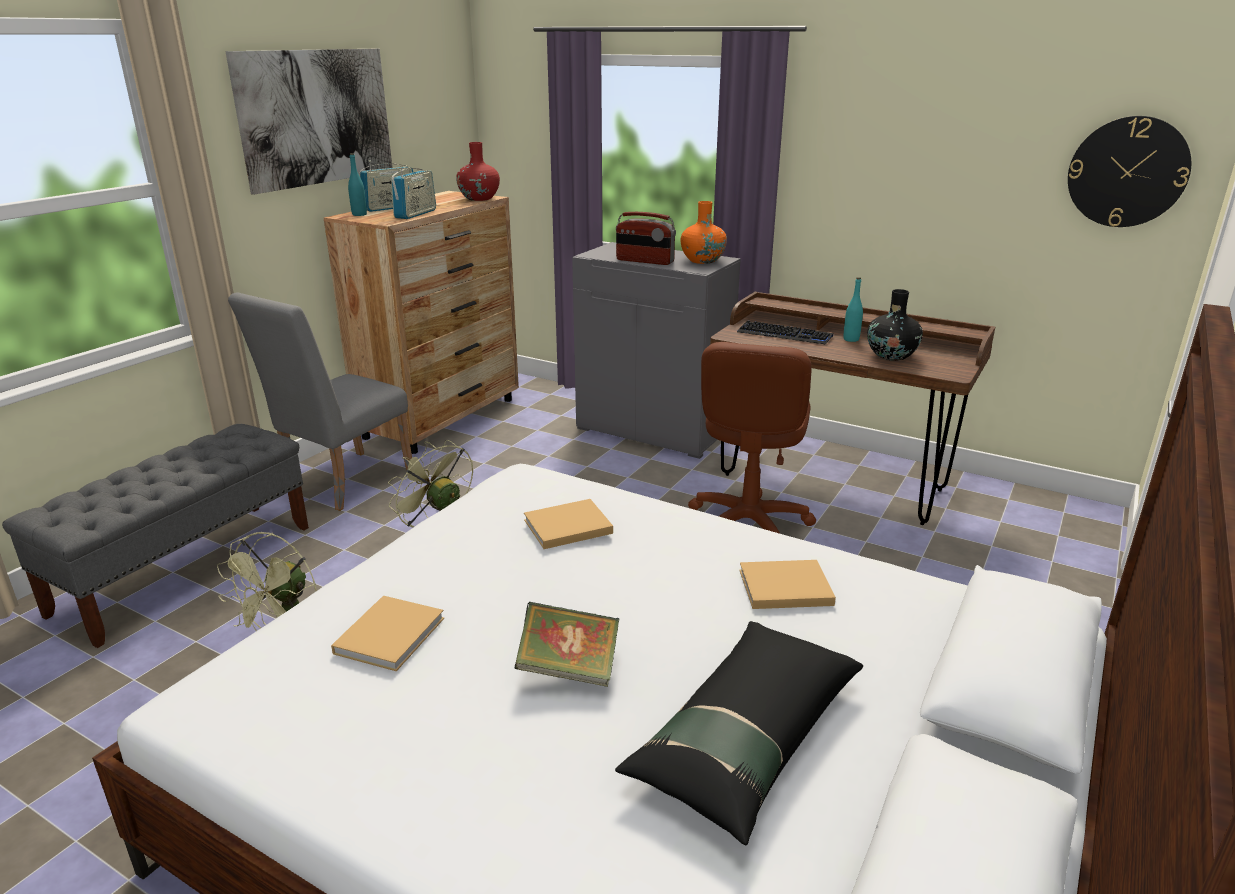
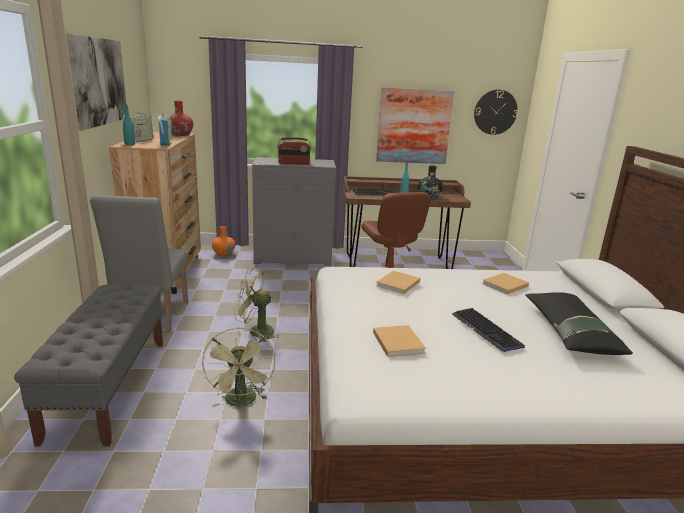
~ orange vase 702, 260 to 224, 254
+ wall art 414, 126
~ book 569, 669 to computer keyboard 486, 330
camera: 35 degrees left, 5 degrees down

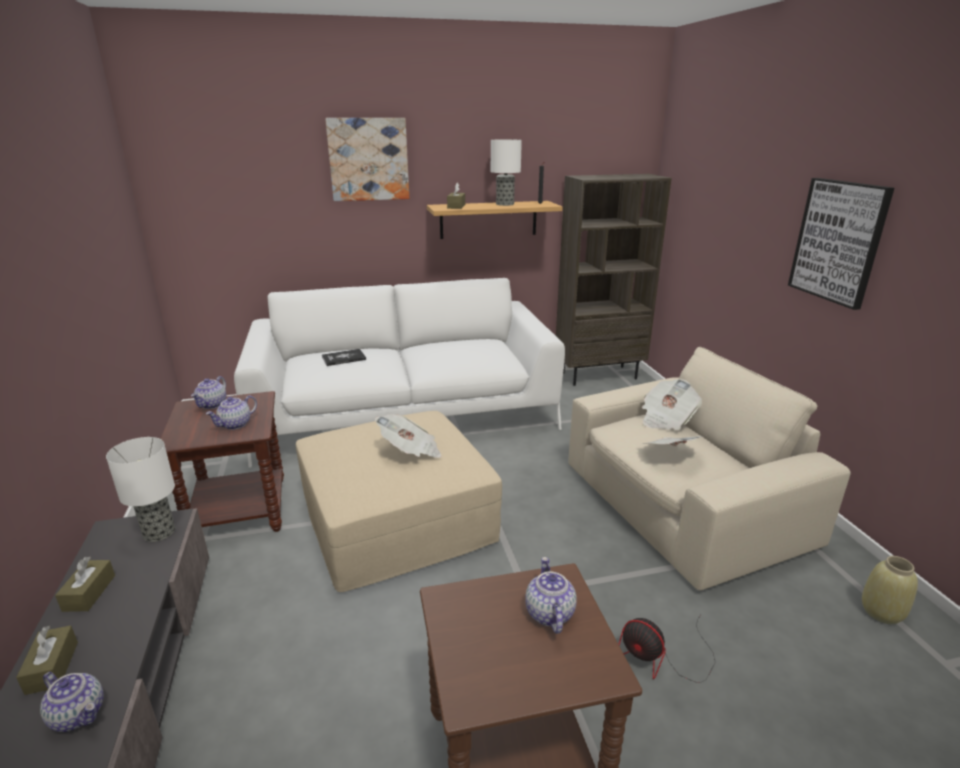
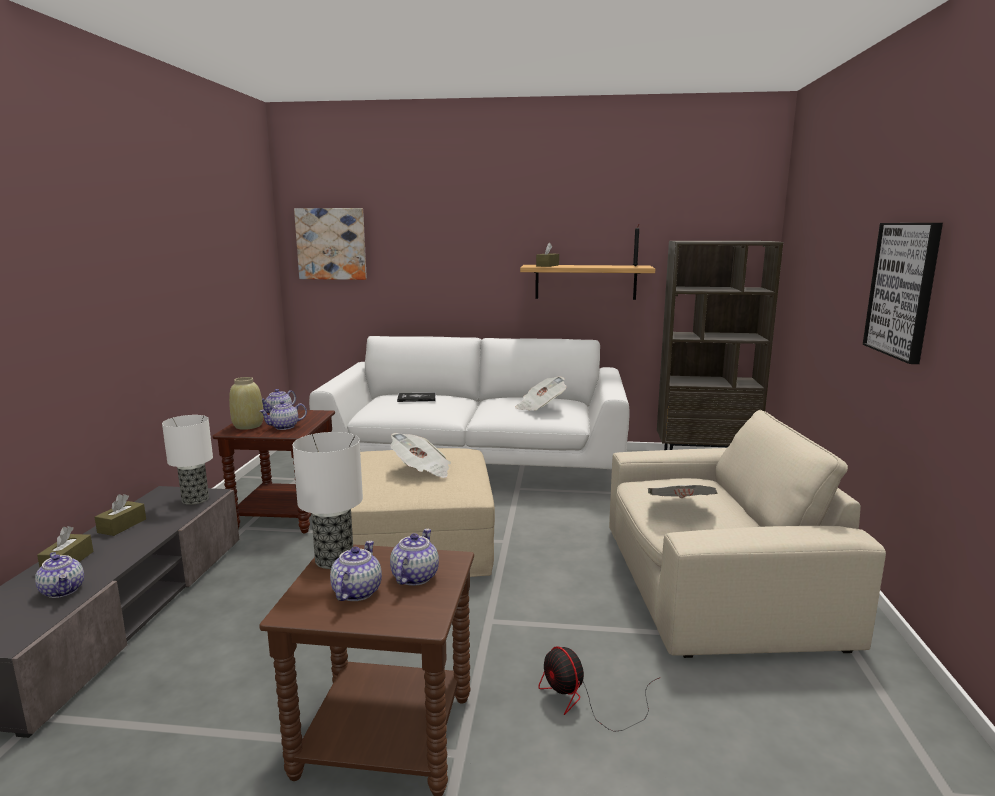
~ beige vase 882, 612 to 248, 426
~ lamp for a table 504, 204 to 335, 559
~ wall art 368, 159 to 331, 244
+ pot for tea 356, 592
~ newspaper 666, 419 to 540, 407
camera: 20 degrees right, 10 degrees down

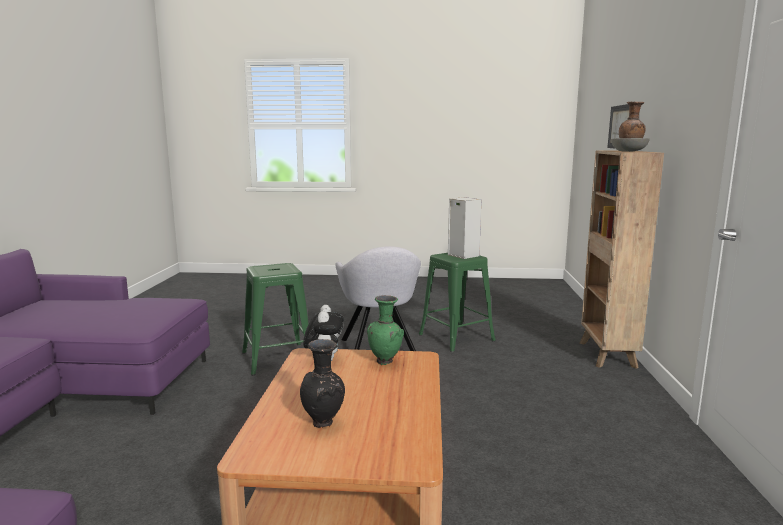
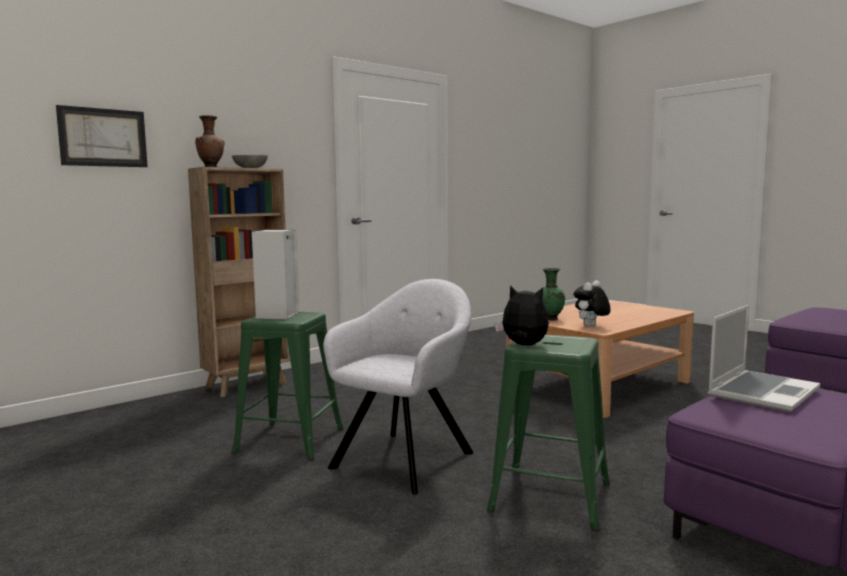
+ plush toy 523, 345
+ notebook computer 762, 392
- blackish vase 324, 423
camera: 135 degrees left, 5 degrees down

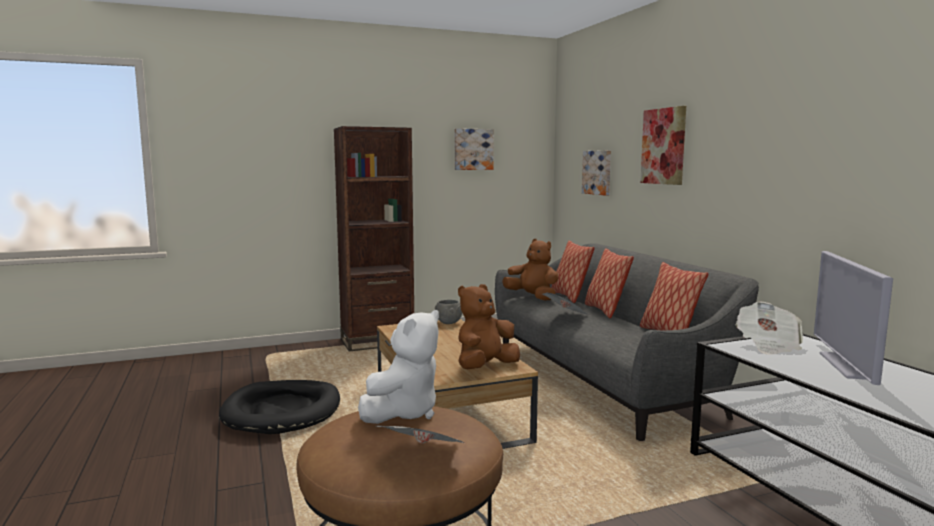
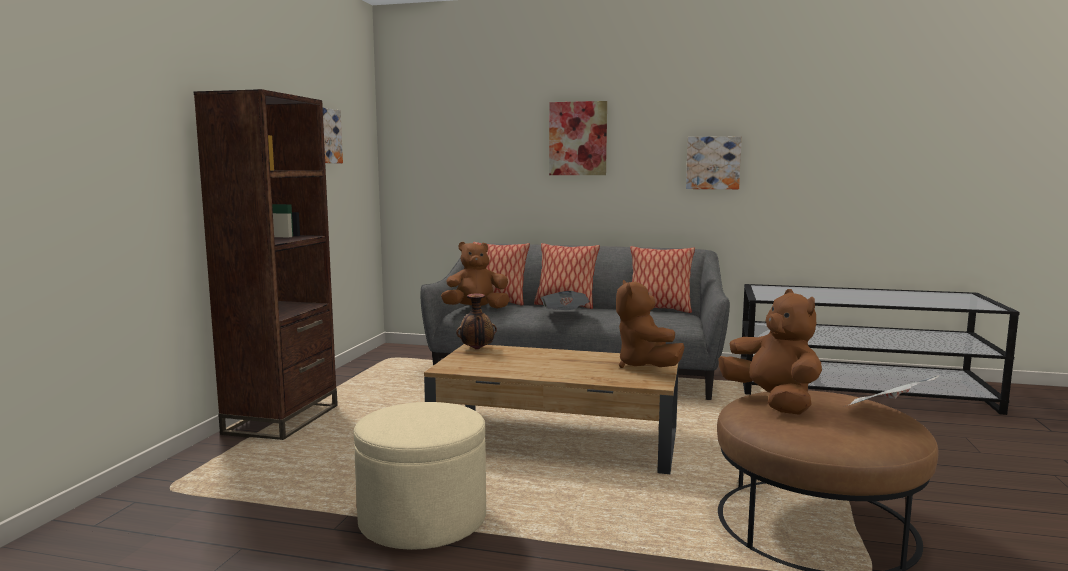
~ blackish pet bed 282, 411 to beige footrest 422, 519
~ grey deep dish 448, 323 to vase 477, 349
~ wall art 598, 172 to 713, 163
~ white-coloured plush toy 404, 412 to brown-coloured plush toy 772, 402
- newspaper 768, 345
- television 847, 366
camera: 55 degrees left, 0 degrees up

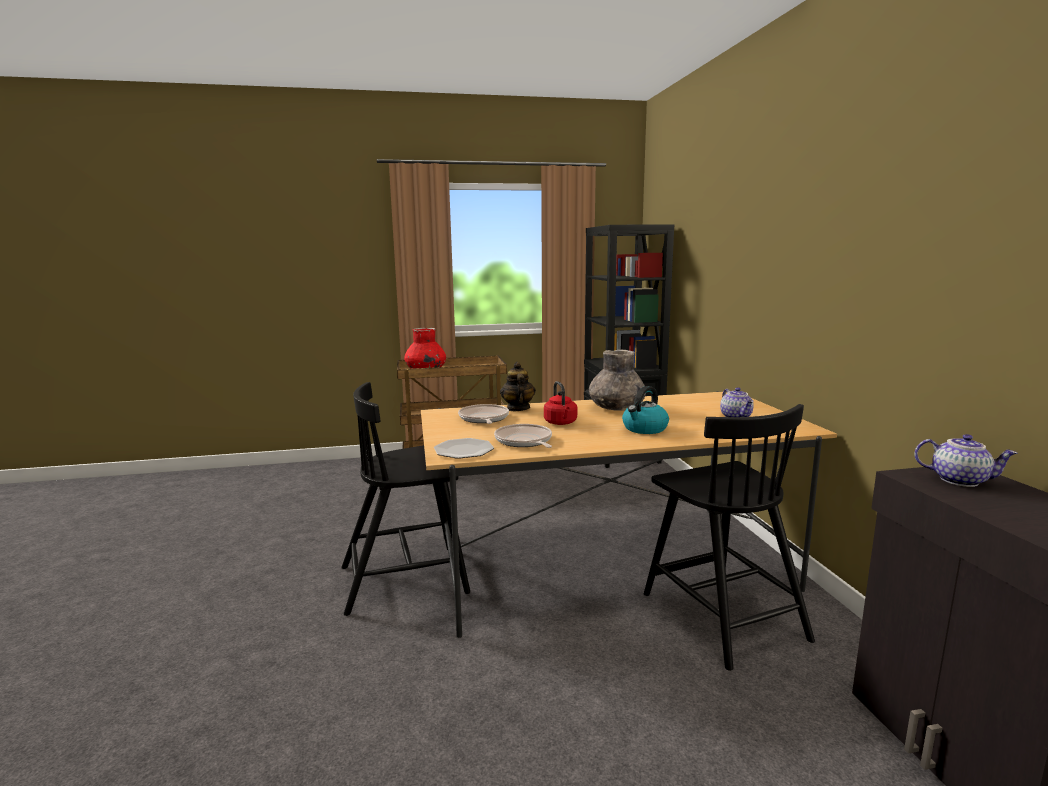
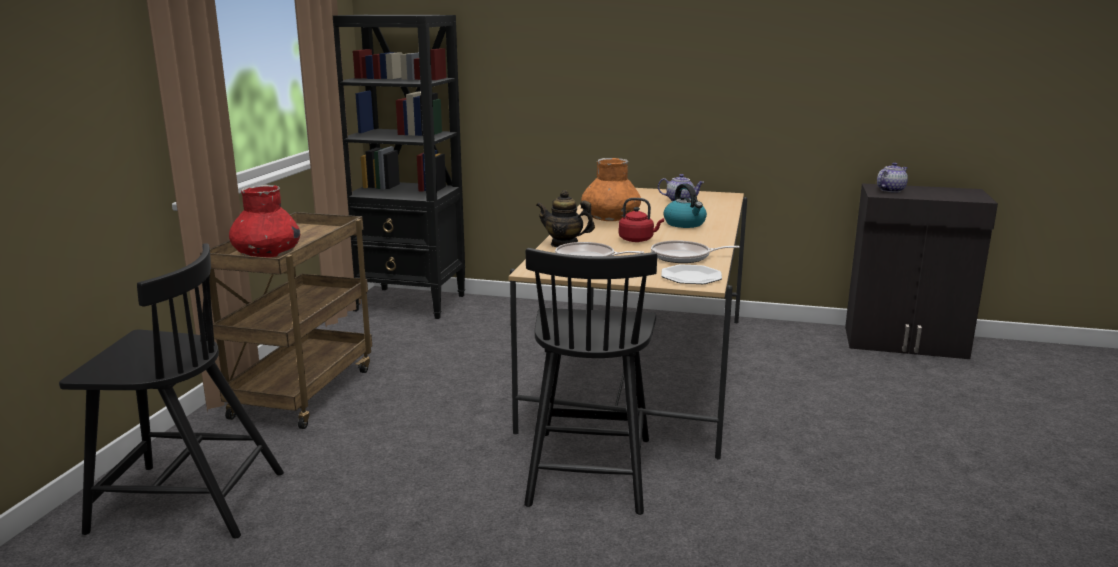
~ blackish upright chair 721, 614 to 185, 501
~ grey vase 616, 408 to orange vase 610, 219
camera: 65 degrees left, 5 degrees up

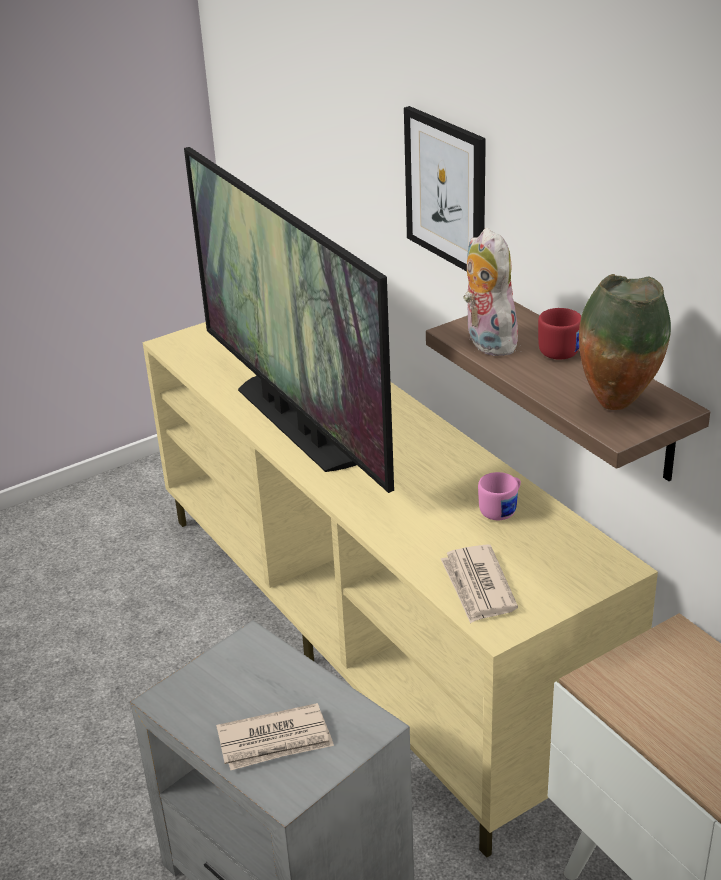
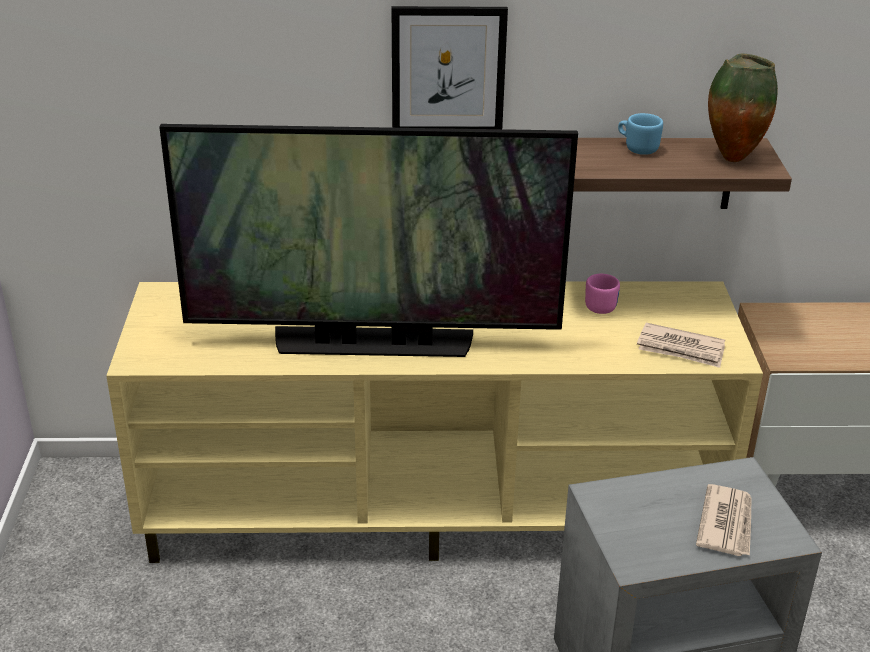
~ red-coloured mug 559, 349 to bluish mug 637, 148
- plush toy 486, 342
camera: 60 degrees left, 0 degrees up

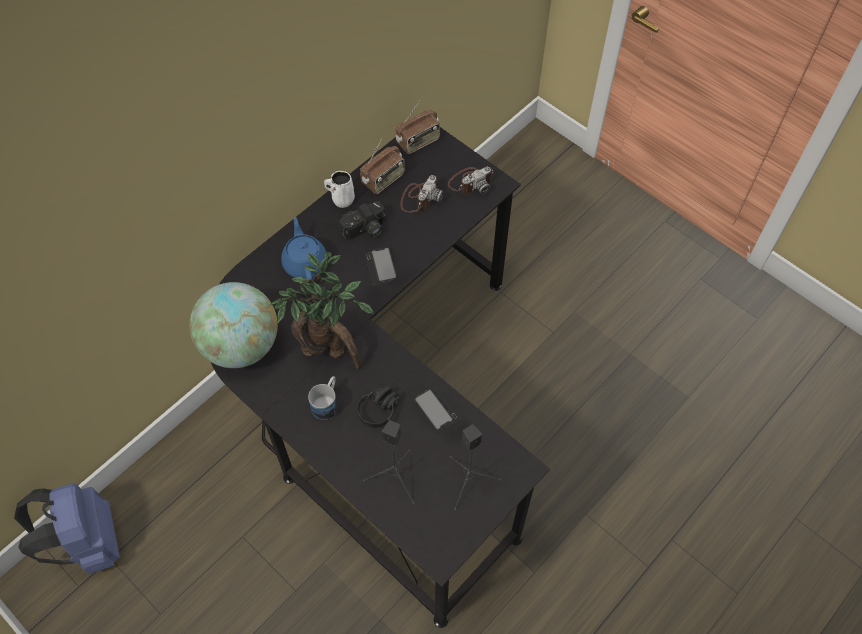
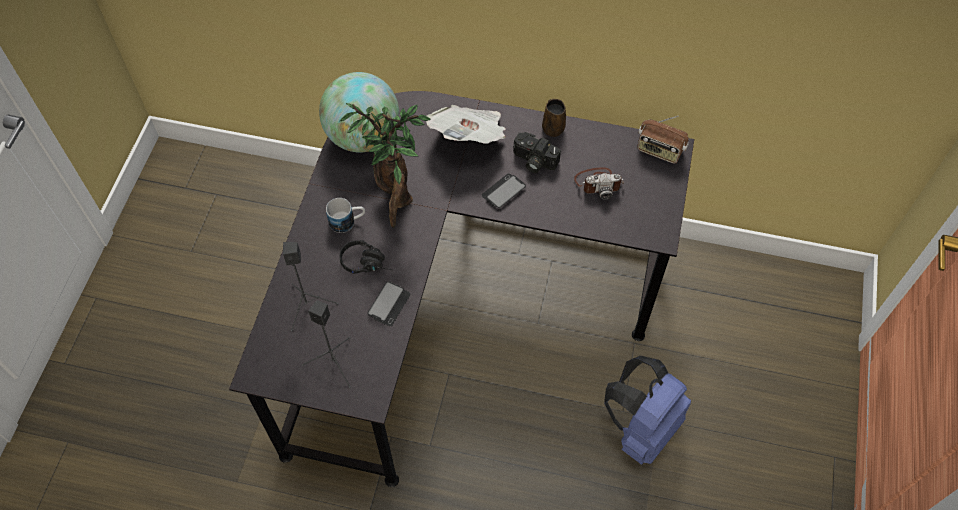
~ bluish pot for tea 305, 263 to newspaper 469, 136
~ white-coloured mug 342, 199 to brown-coloured mug 553, 127
~ bluish knapsack 88, 543 to 641, 428
- radio receiver 383, 180
- photo camera 470, 182
camera: 60 degrees right, 0 degrees up

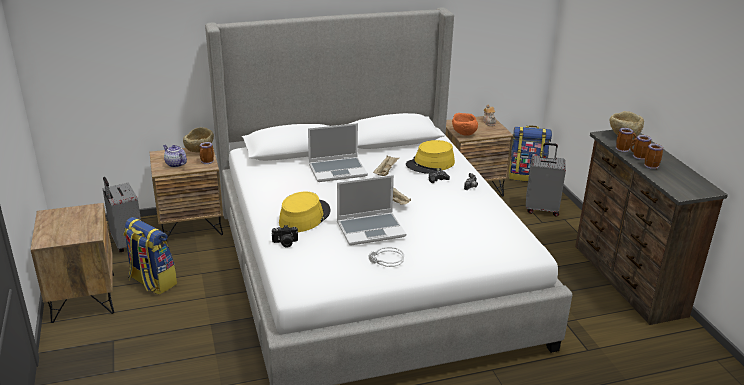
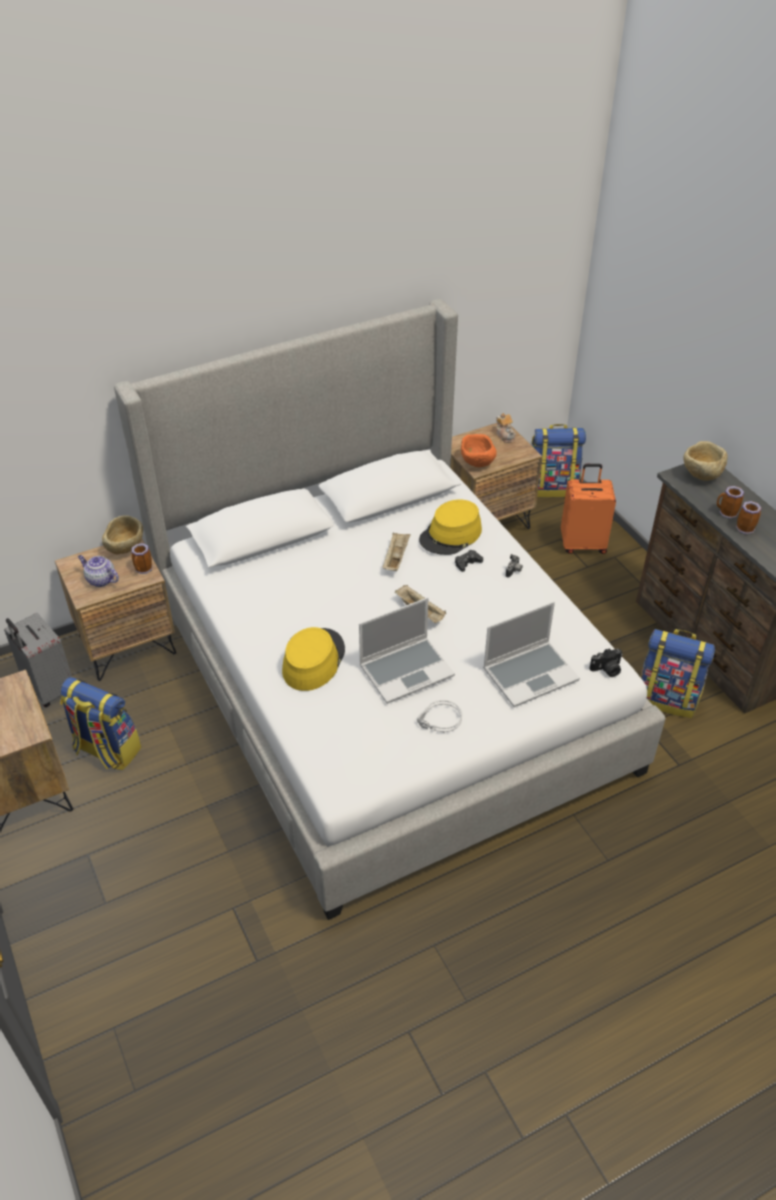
~ notebook computer 338, 170 to 530, 674
~ grey suitcase 542, 209 to orange suitcase 583, 544
~ photo camera 285, 243 to 607, 670
+ knapsack 667, 698
- mug 623, 149
camera: 10 degrees left, 15 degrees up

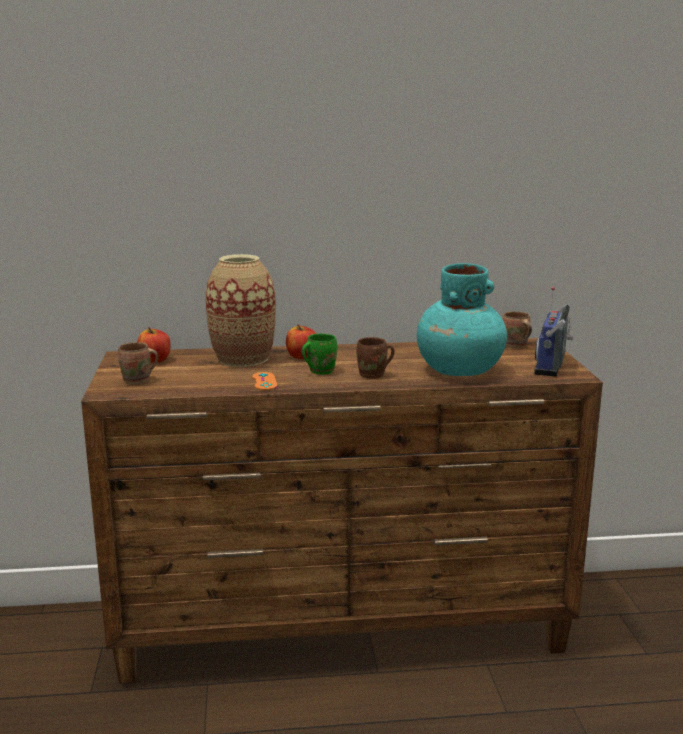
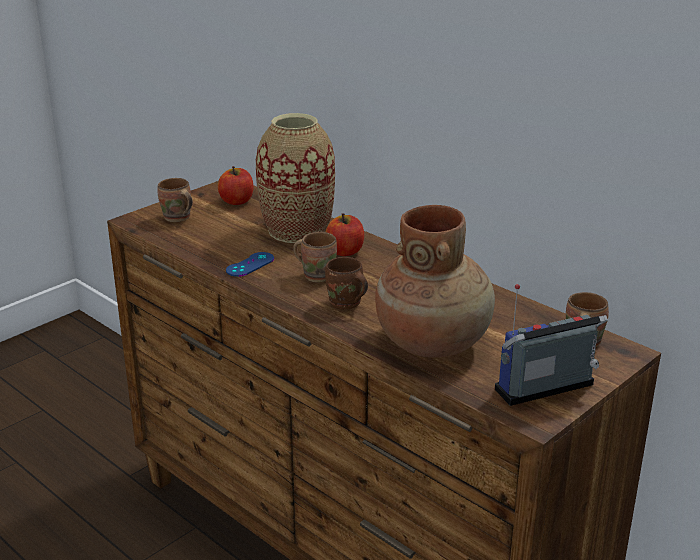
~ orange game controller 264, 381 to bluish game controller 250, 265
~ green mug 319, 371 to brown-coloured mug 317, 275
~ blue-green vase 459, 371 to brown-coloured vase 433, 342
camera: 50 degrees right, 10 degrees up

